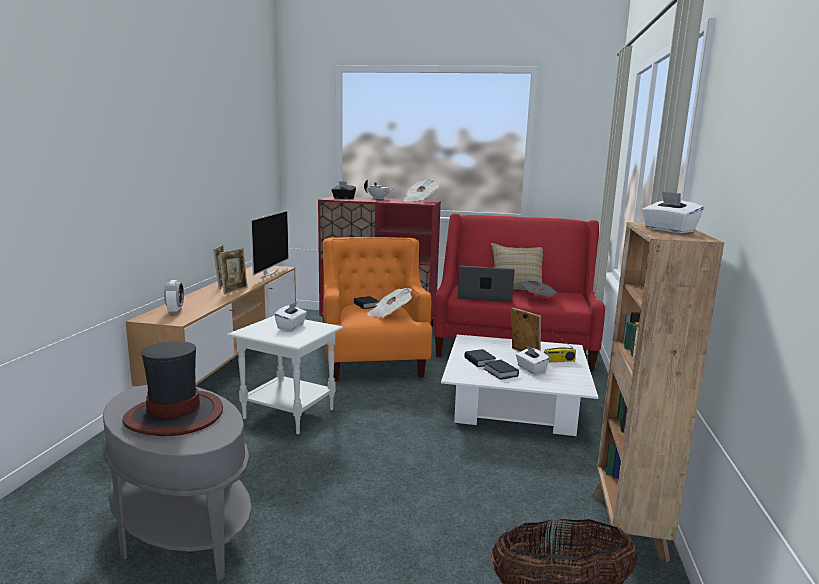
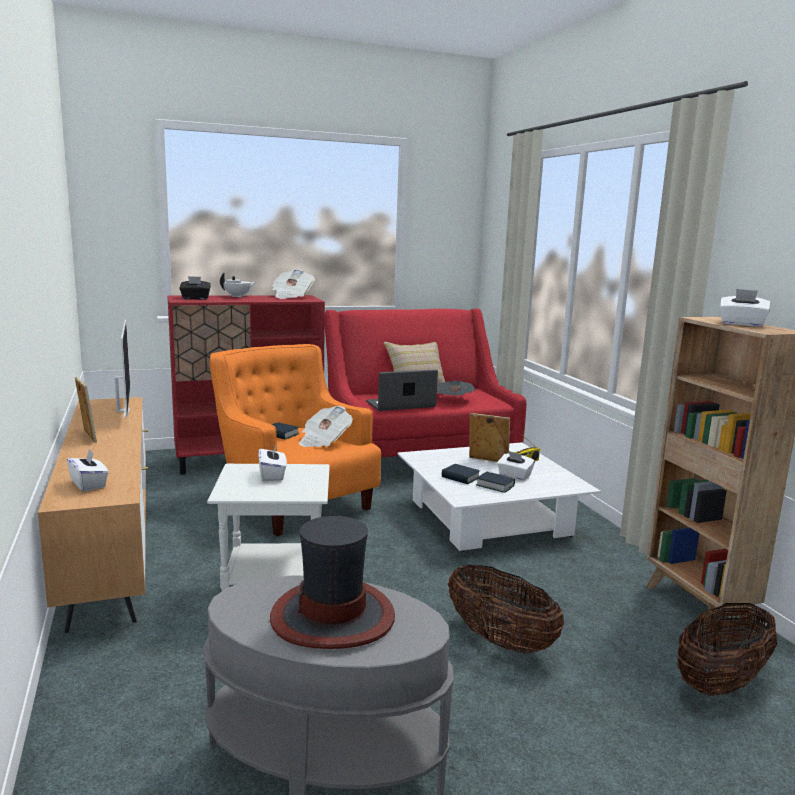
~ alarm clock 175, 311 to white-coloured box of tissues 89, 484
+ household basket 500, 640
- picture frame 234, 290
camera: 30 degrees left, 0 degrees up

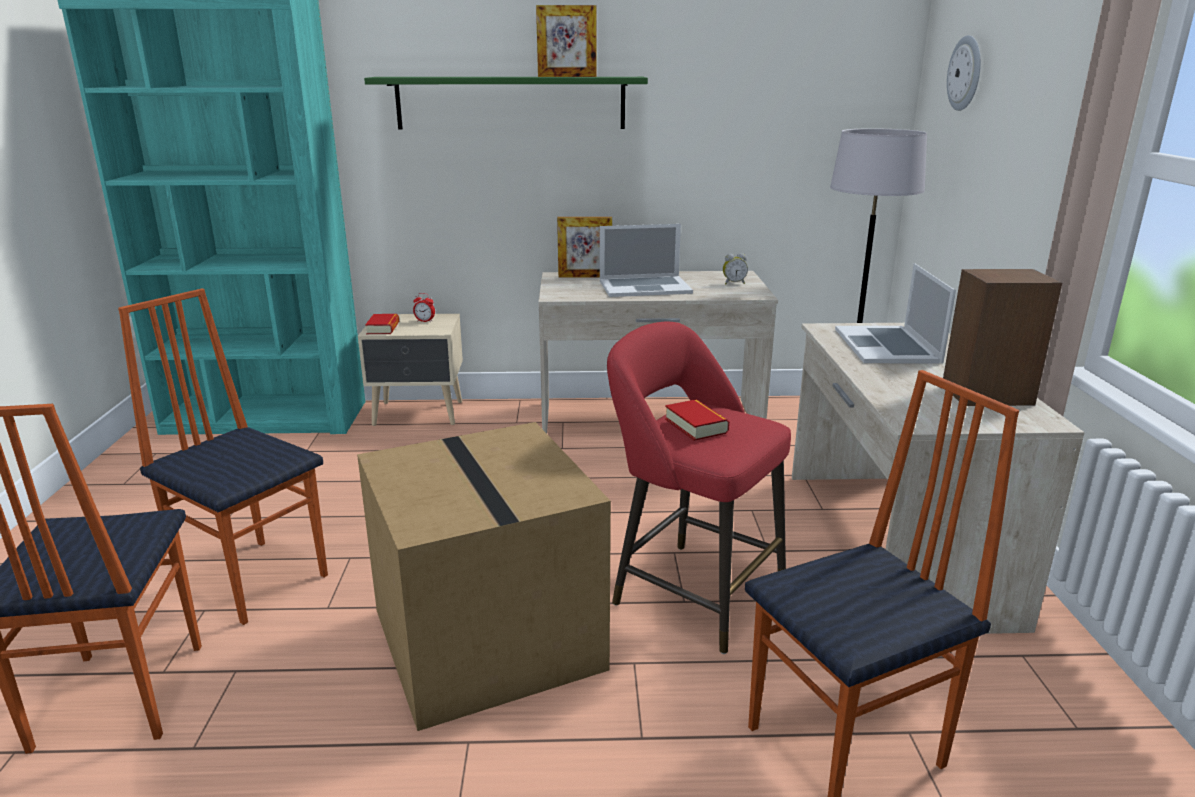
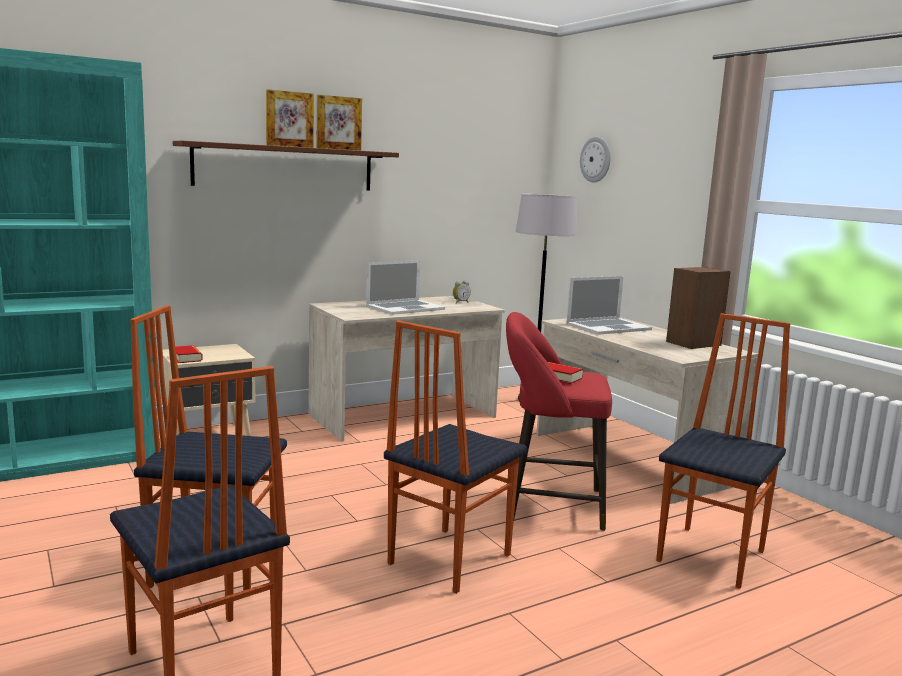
~ green wall shelf 511, 103 to brown-coloured wall shelf 285, 167
~ picture frame 585, 276 to 290, 146
~ packing box 483, 638 to upright chair 447, 559
~ notebook computer 887, 345 = 608, 327 90 degrees counterclockwise
- alarm clock 425, 321
camera: 30 degrees left, 10 degrees down

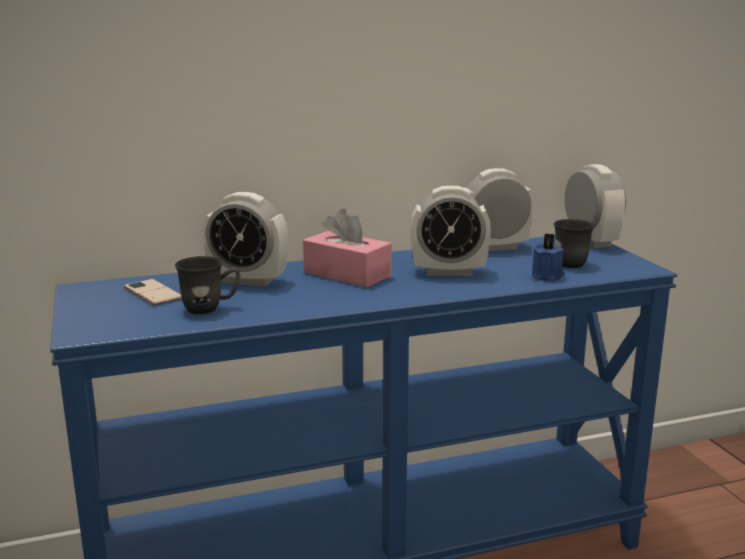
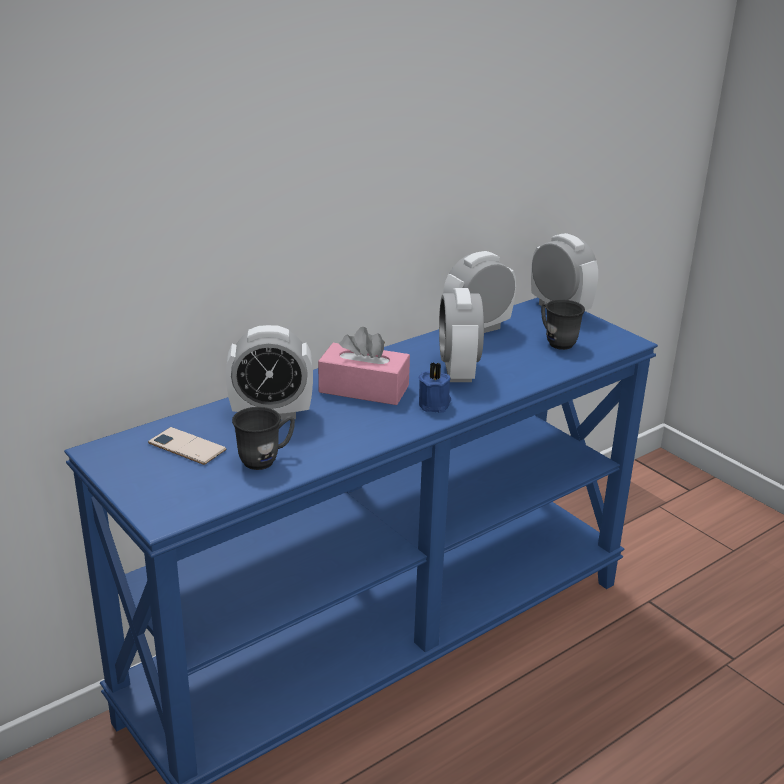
~ bluish candle 548, 276 to 435, 404
~ alarm clock 448, 272 = 458, 371 105 degrees clockwise
camera: 20 degrees left, 10 degrees up

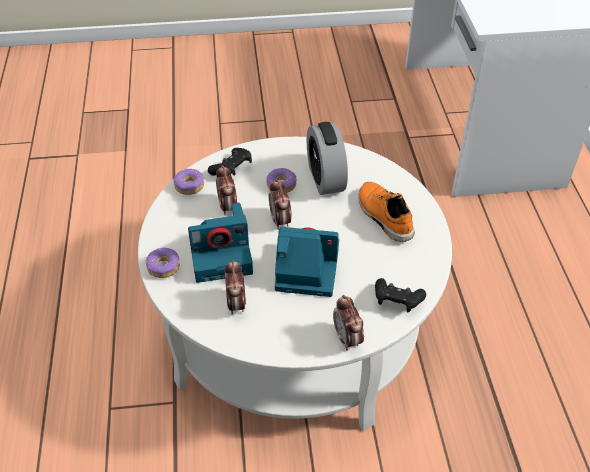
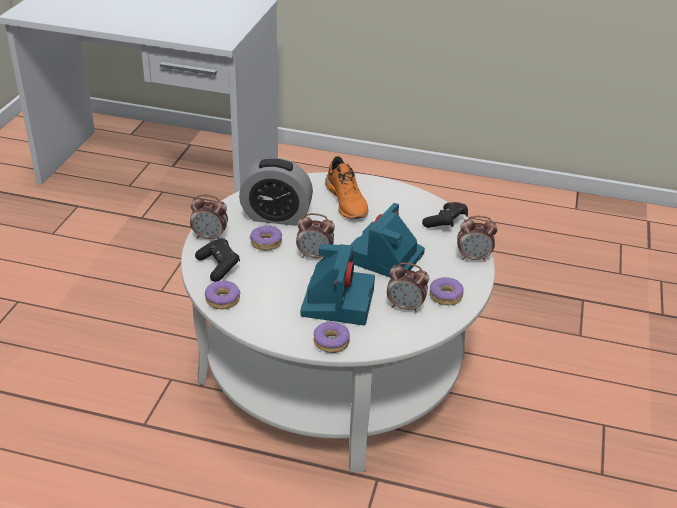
~ alarm clock 228, 207 to 210, 237
~ orange shoe 383, 217 = 347, 201 105 degrees counterclockwise
+ doughnut 445, 296
camera: 70 degrees left, 10 degrees down

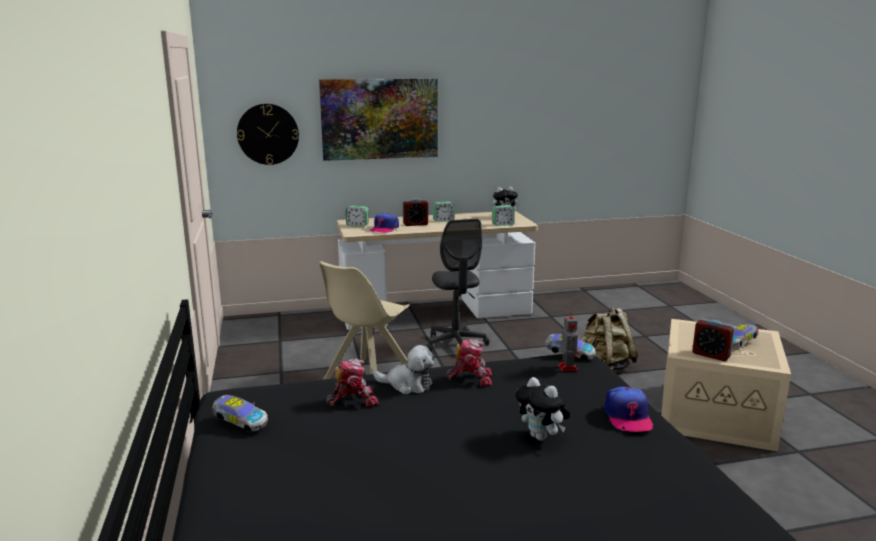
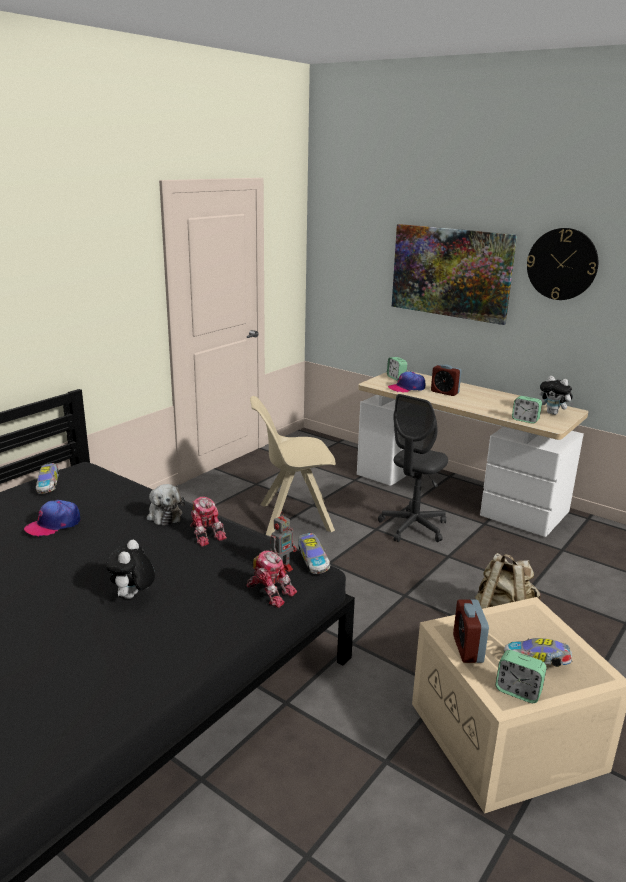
~ peaked cap 627, 416 to 53, 524
~ robot figure 353, 400 to 270, 592
~ alarm clock 443, 220 to 518, 691
~ clock on the wall 268, 134 to 562, 264
camera: 50 degrees right, 5 degrees up

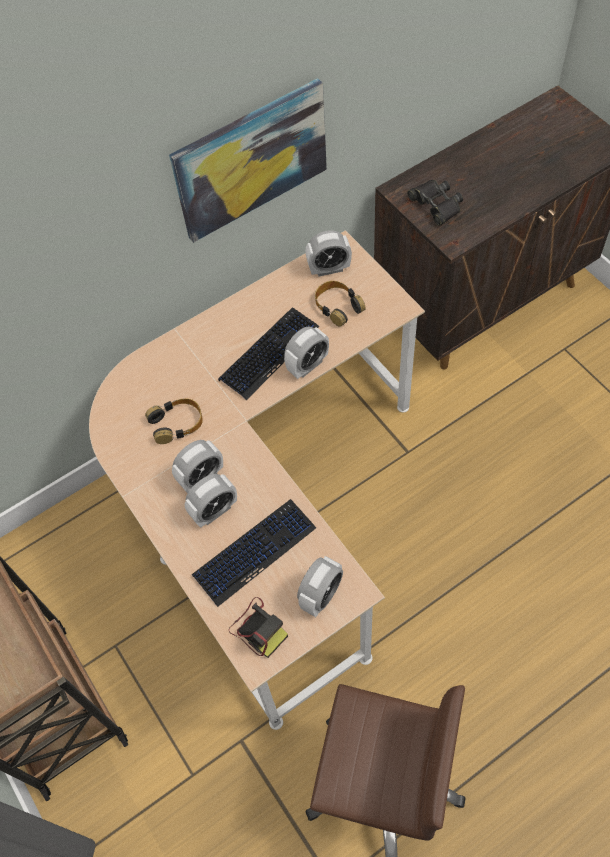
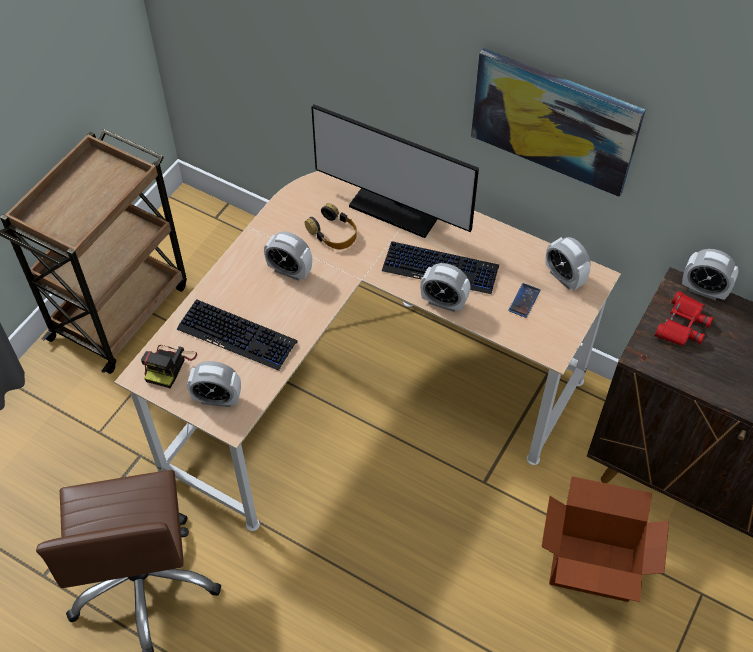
+ monitor 395, 209
~ headset 337, 306 to telephone 524, 300
+ packing box 592, 568
~ blackish binoculars 436, 204 to red-coloured binoculars 682, 324
~ alarm clock 214, 511 to 703, 290
camera: 60 degrees right, 5 degrees down

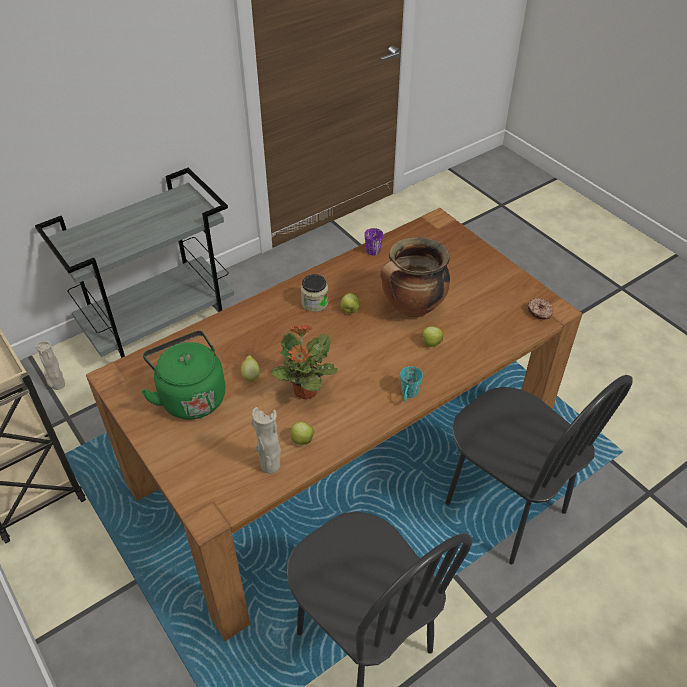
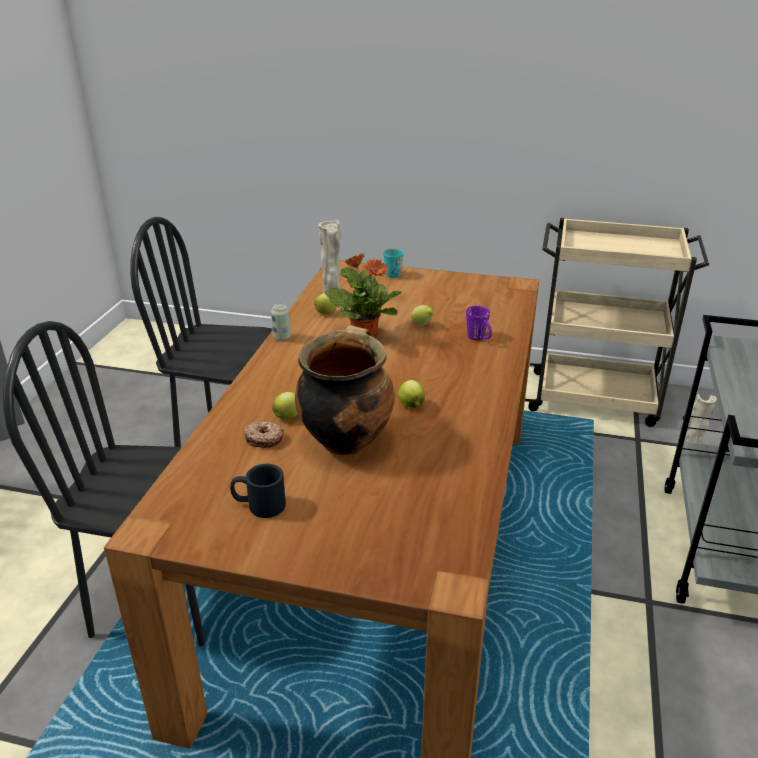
+ blackish mug 259, 505
~ doughnut 539, 312 to 264, 439
+ can 282, 337
~ blue-green mug 408, 396 to 391, 273
~ purple mug 373, 248 to 479, 338
- green tea kettle 190, 396
- storage jar 315, 303
camera: 140 degrees right, 15 degrees down

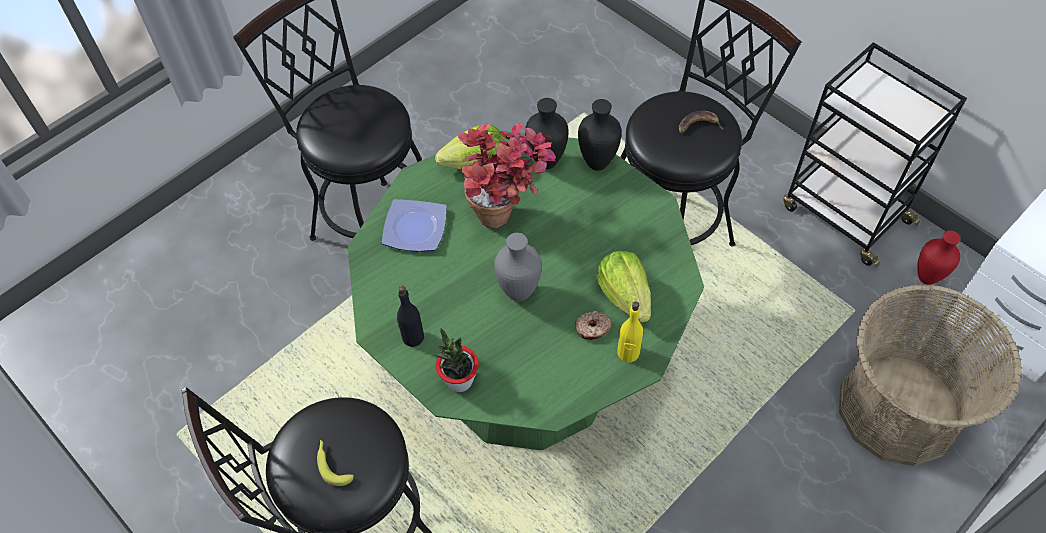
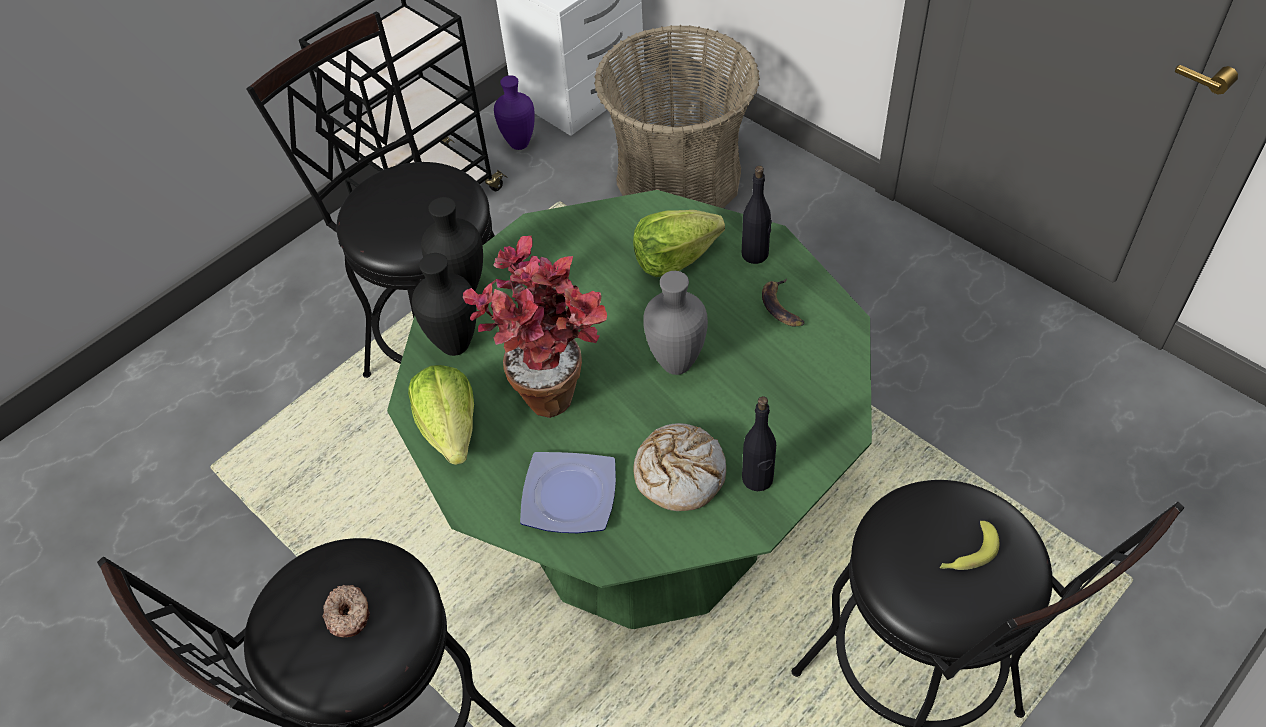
~ doughnut 592, 328 to 349, 615
~ red-coloured vase 927, 279 to purple vase 520, 143
+ bread 679, 473
~ yellowish drink bottle 628, 353 to blackish drink bottle 755, 254
~ banana fruit 698, 125 to 782, 307
- potted plant 459, 380
camera: 90 degrees left, 5 degrees down

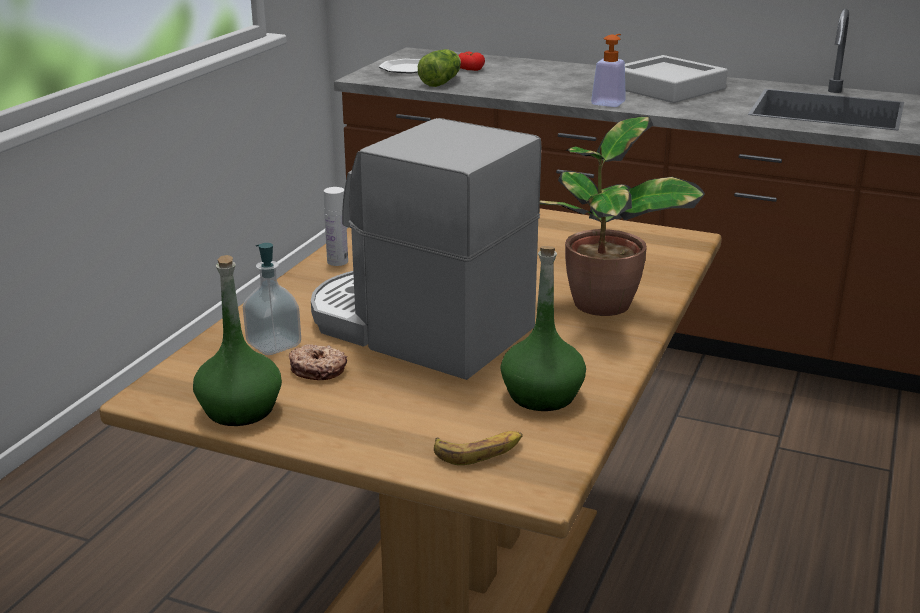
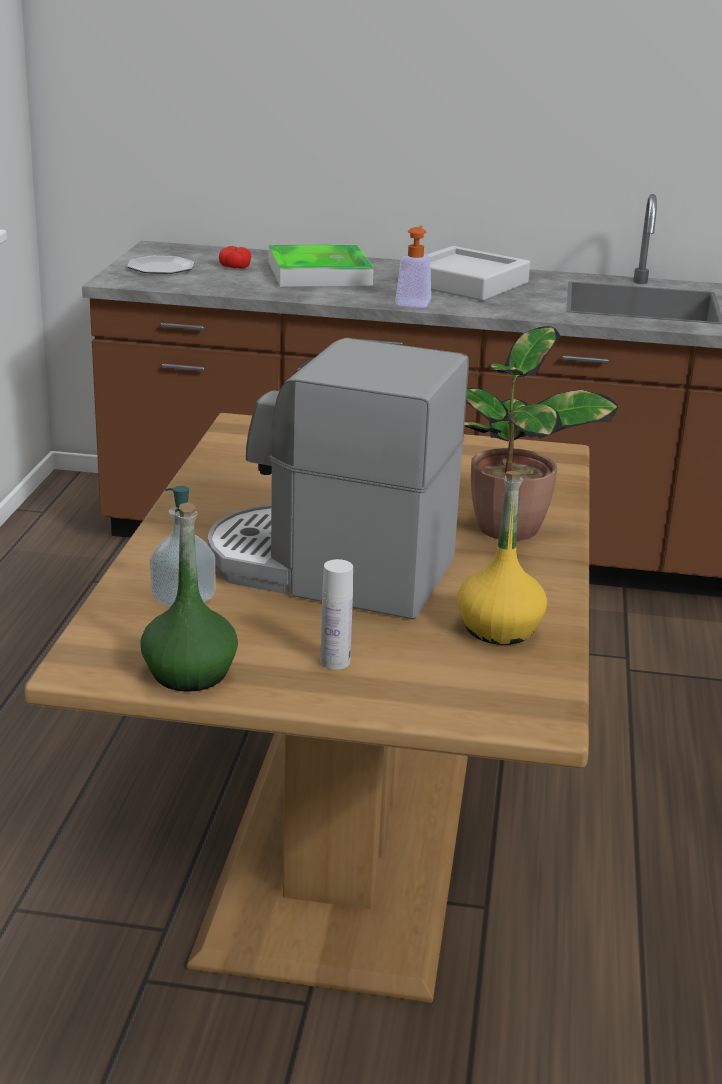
+ serving tray 319, 273
~ white-coloured drink bottle 337, 261 to 335, 662
~ green drink bottle 542, 395 to yellowish drink bottle 498, 629
- doughnut 318, 369
- head of lettuce 442, 82
- banana fruit 479, 451
camera: 15 degrees left, 0 degrees up

